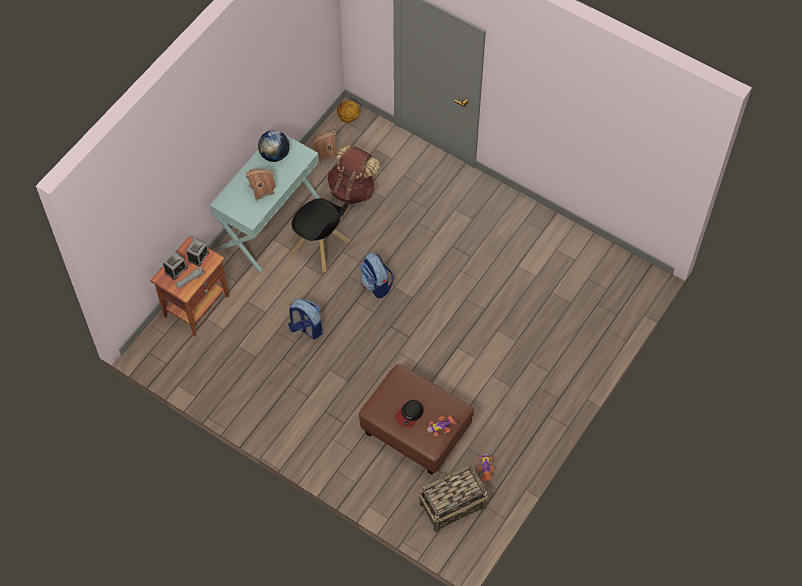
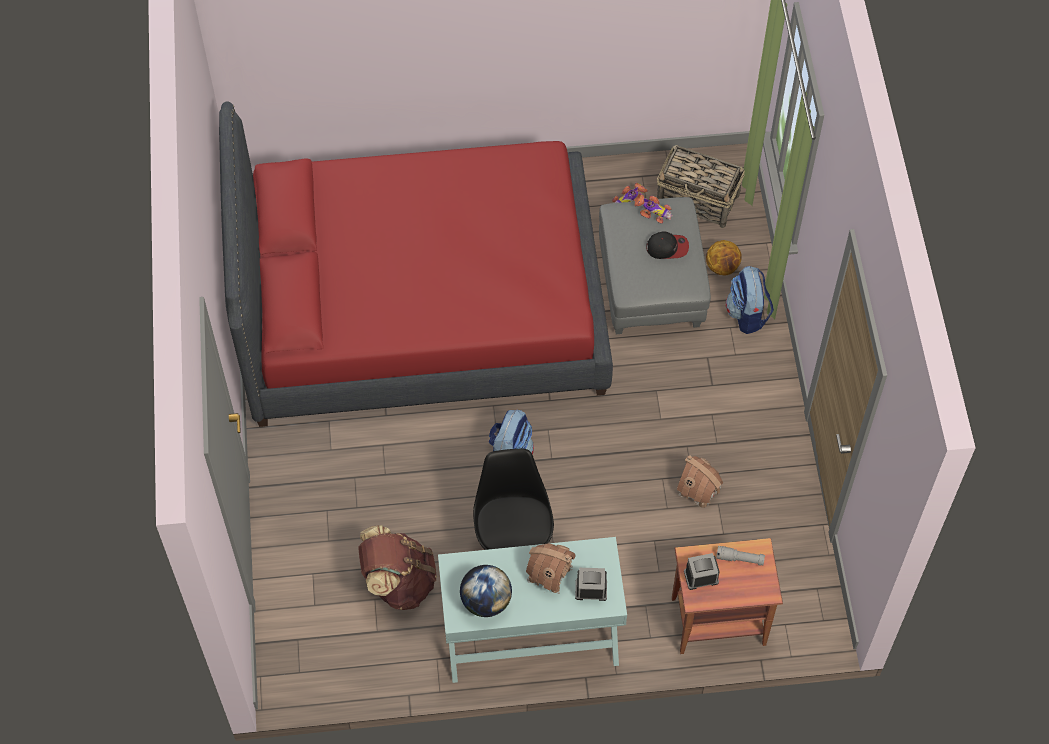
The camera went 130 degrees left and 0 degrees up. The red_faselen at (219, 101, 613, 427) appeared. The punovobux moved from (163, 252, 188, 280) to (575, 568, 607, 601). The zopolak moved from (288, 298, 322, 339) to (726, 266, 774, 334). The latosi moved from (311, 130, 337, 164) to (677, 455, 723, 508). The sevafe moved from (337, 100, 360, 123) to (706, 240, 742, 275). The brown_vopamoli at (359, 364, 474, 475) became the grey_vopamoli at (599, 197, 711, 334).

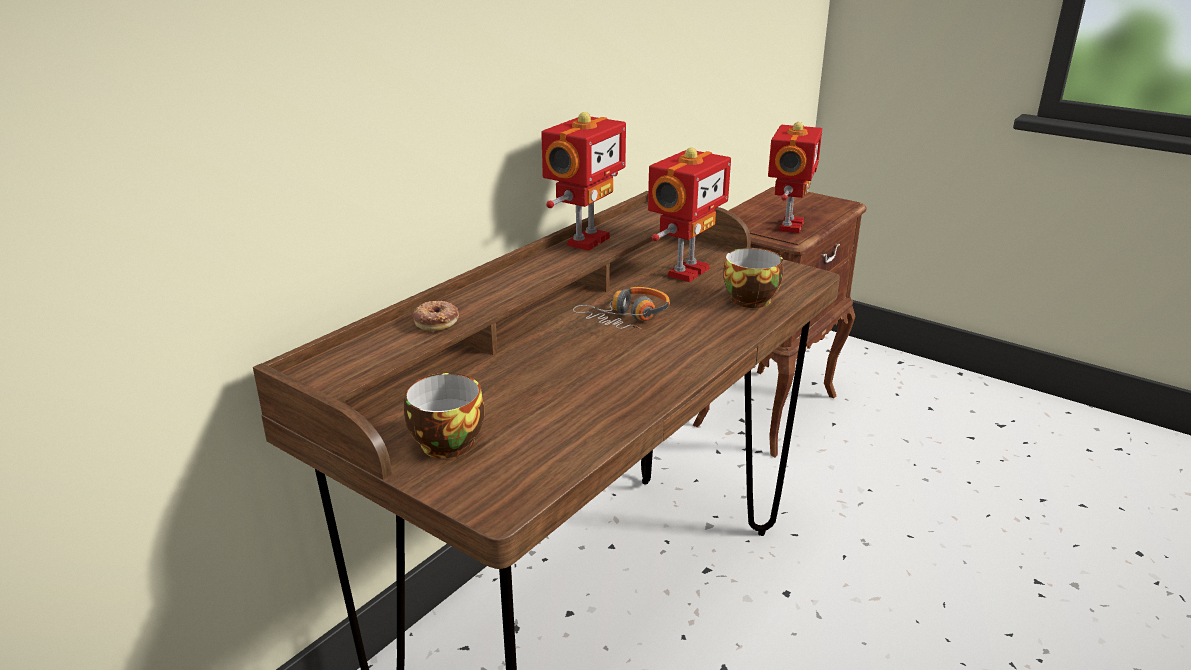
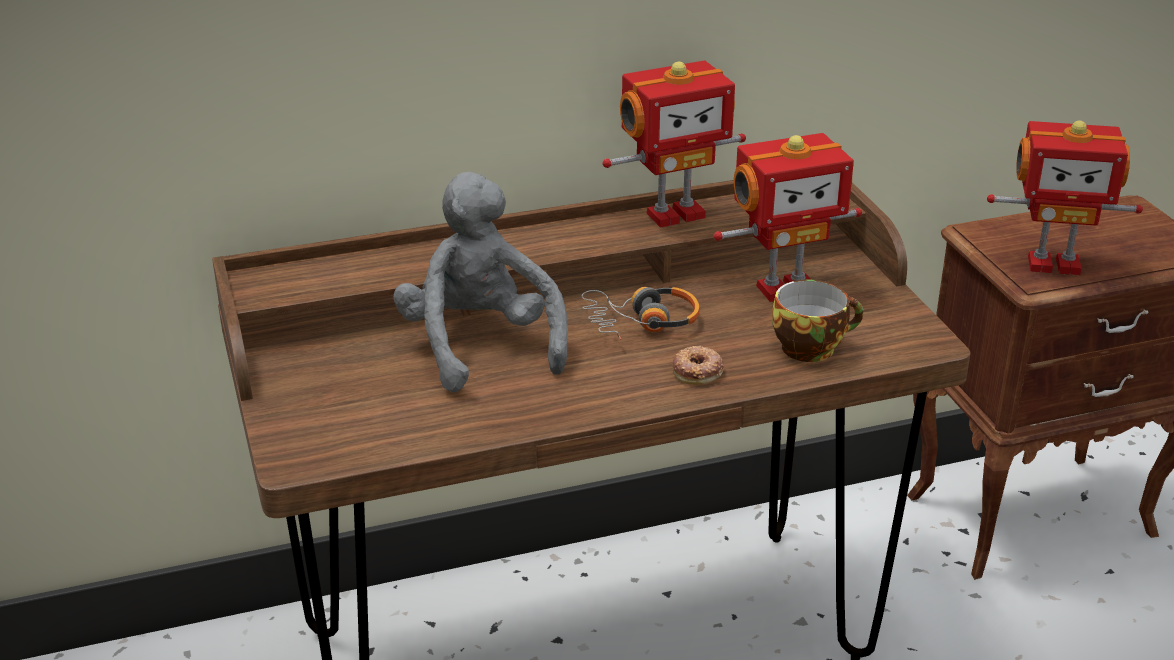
The camera went 35 degrees right and 5 degrees up. The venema at (404, 373, 484, 458) disappeared. The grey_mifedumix at (393, 172, 568, 392) appeared. The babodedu moved from (413, 301, 459, 331) to (672, 346, 724, 385). The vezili at (768, 122, 822, 233) turned 45 degrees clockwise.

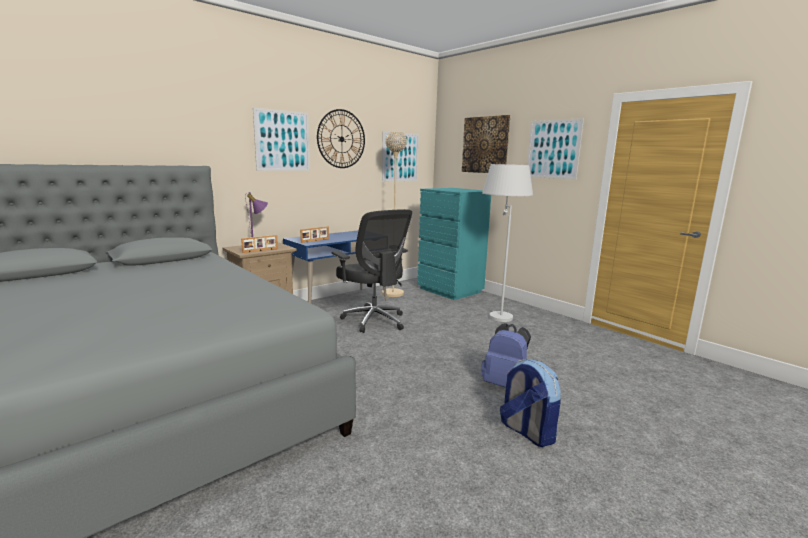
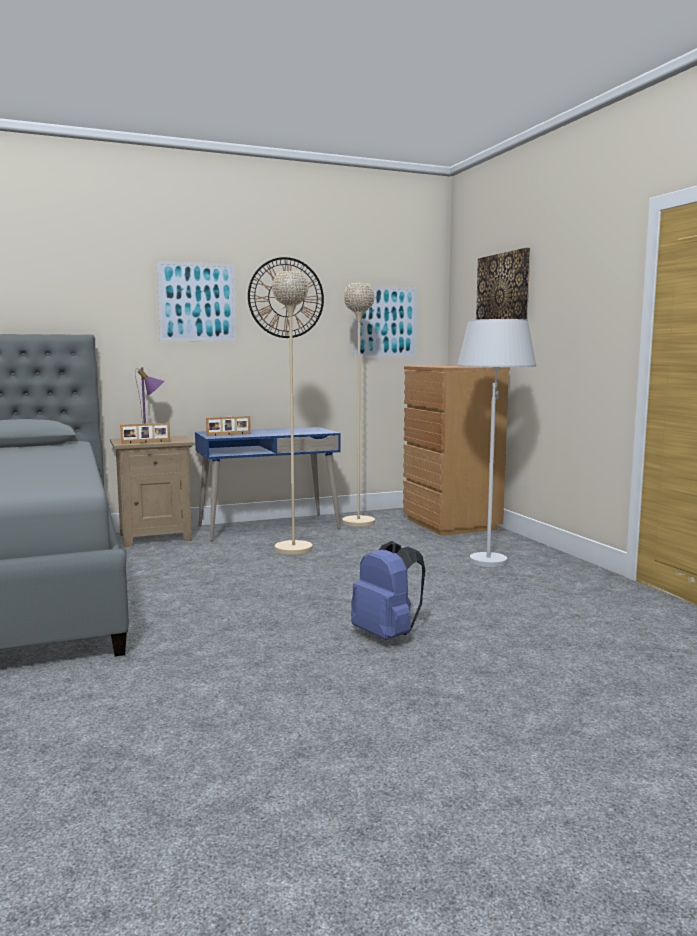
The camera went 20 degrees right and 5 degrees down. The zopolak at (500, 359, 561, 447) disappeared. The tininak at (527, 118, 584, 180) disappeared. The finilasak at (331, 209, 412, 333) was replaced by the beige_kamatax at (272, 271, 313, 555). The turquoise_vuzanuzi at (417, 188, 491, 300) became the brown_vuzanuzi at (403, 366, 510, 536).

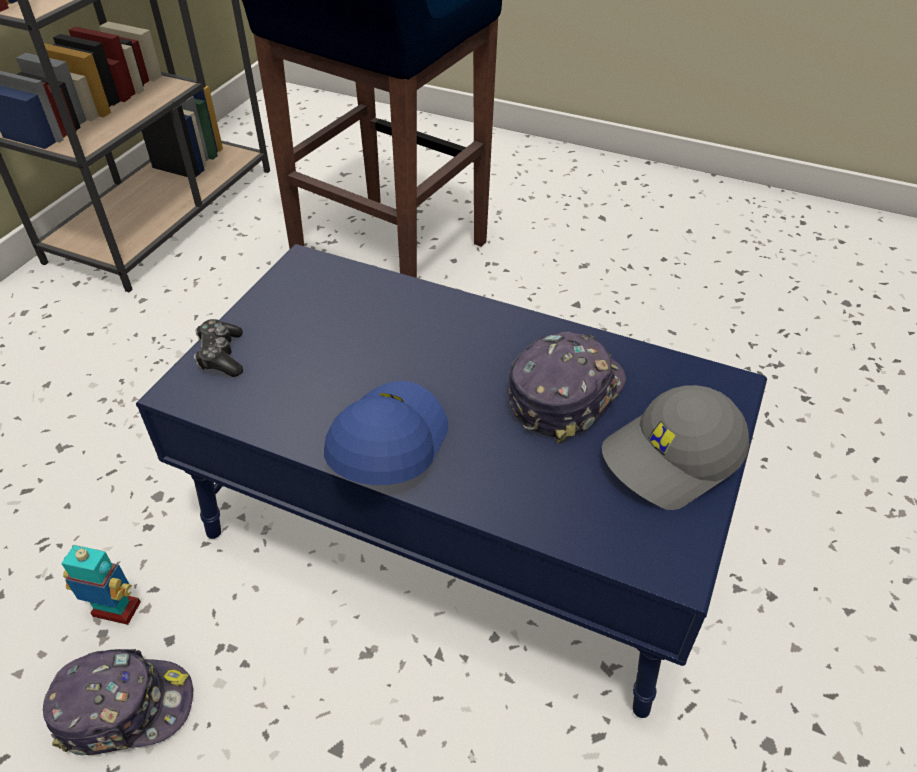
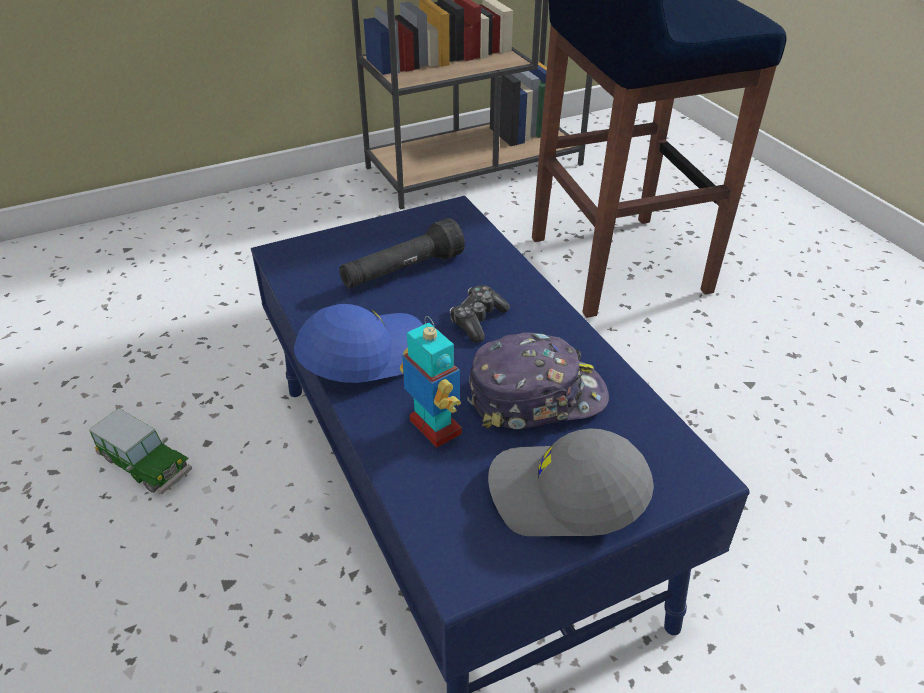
The camera went 40 degrees right and 5 degrees down. The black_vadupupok at (339, 218, 465, 288) appeared. The vezili moved from (61, 545, 141, 625) to (400, 316, 462, 448). The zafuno moved from (194, 319, 243, 377) to (450, 285, 510, 343). The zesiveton at (43, 649, 193, 755) was replaced by the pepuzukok at (89, 408, 192, 494).

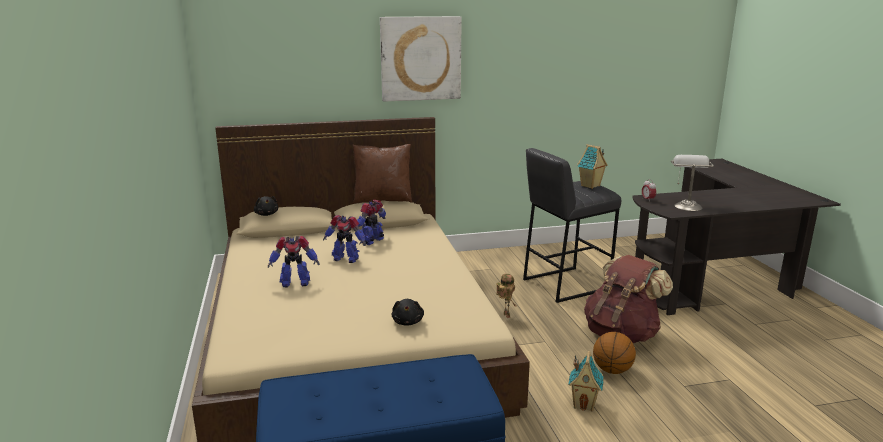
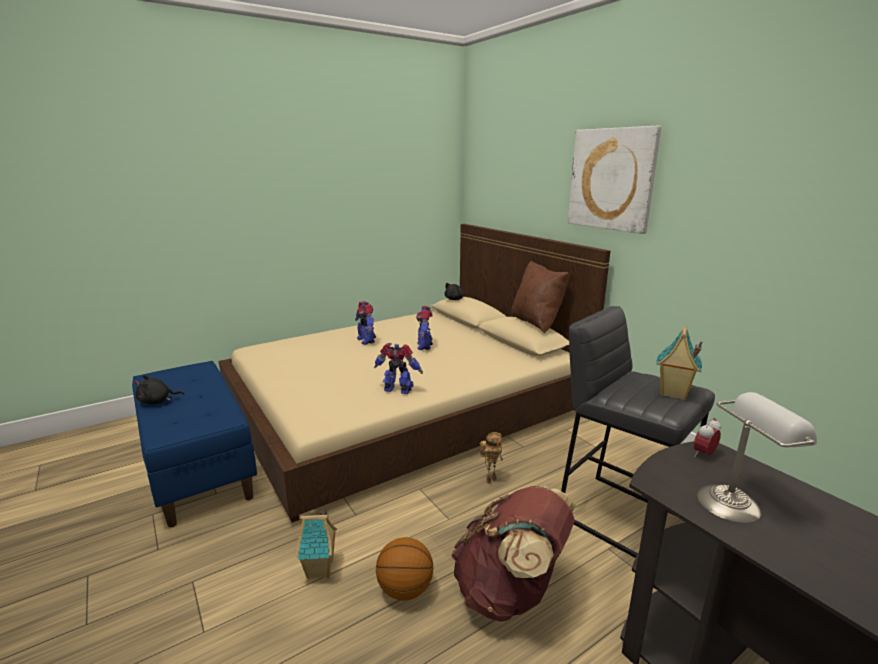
The camera went 70 degrees right and 0 degrees up. The vezili moved from (357, 200, 386, 245) to (374, 343, 423, 394). The black_mifedumix moved from (391, 299, 424, 326) to (134, 375, 185, 404).

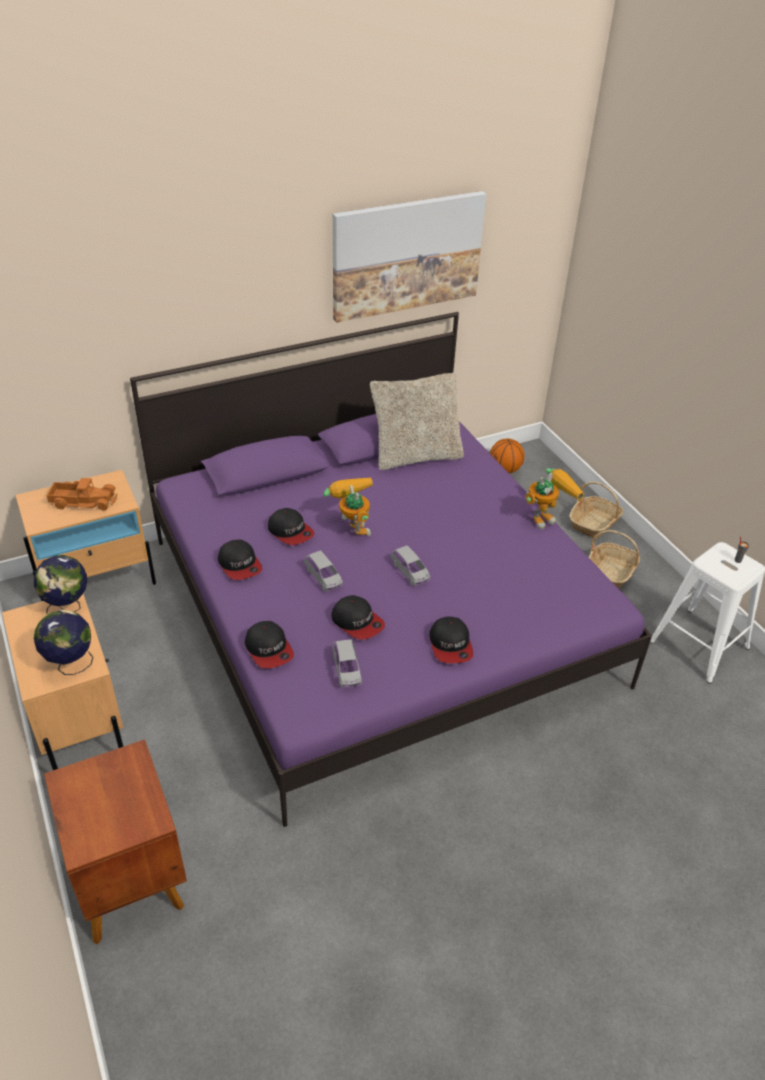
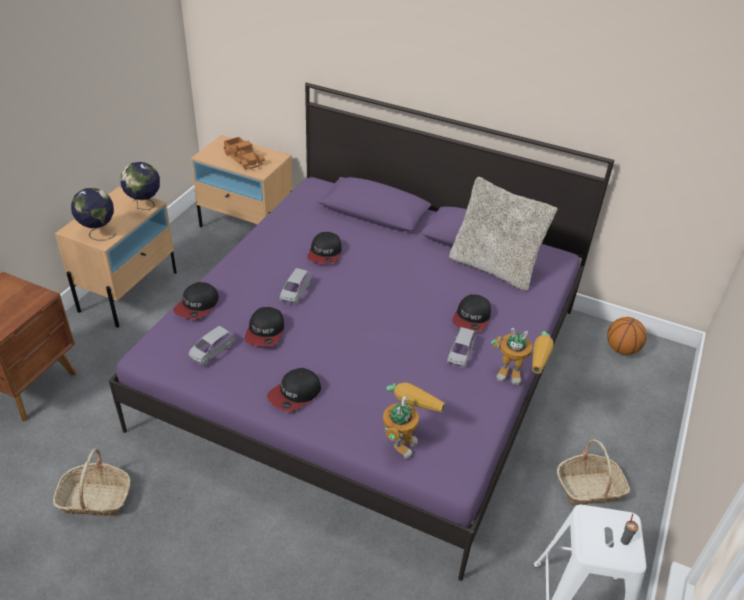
The camera went 50 degrees right and 0 degrees up. The tininak at (333, 191, 486, 323) disappeared. The zesiveton moved from (218, 539, 262, 580) to (453, 294, 491, 332). The vezili moved from (323, 478, 373, 536) to (383, 382, 445, 459). The grey_pepuzukok moved from (390, 545, 430, 586) to (447, 327, 477, 368). The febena moved from (569, 481, 624, 538) to (53, 448, 131, 516).

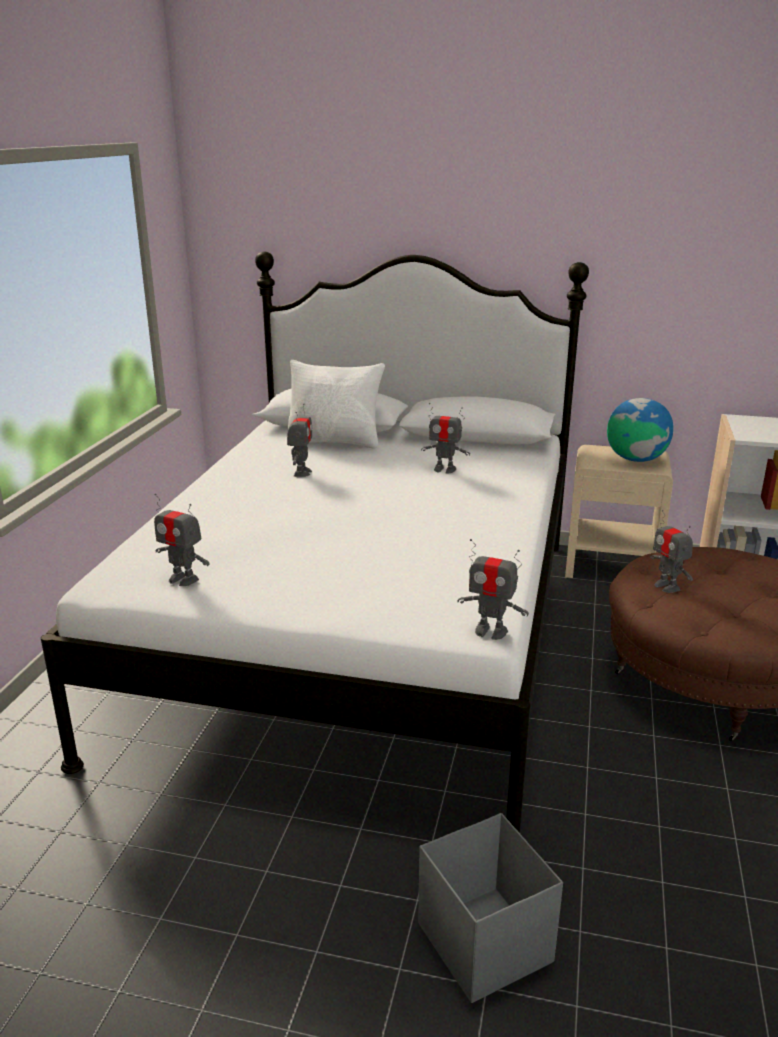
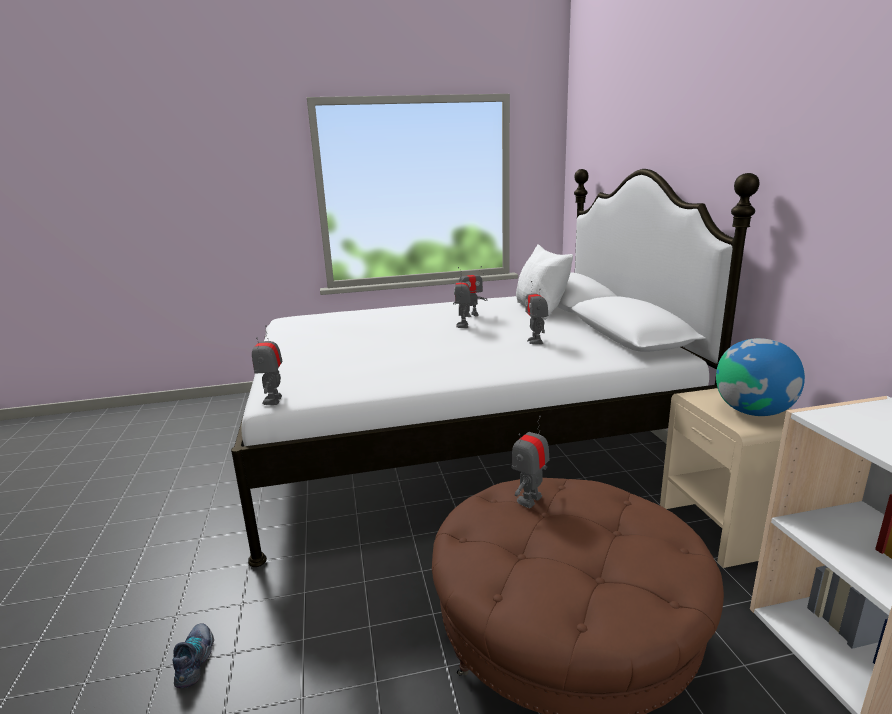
The camera went 65 degrees right and 5 degrees down. The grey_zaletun at (418, 813, 563, 1003) disappeared. The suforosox at (172, 624, 214, 689) appeared. The vezili moved from (154, 494, 209, 586) to (454, 271, 471, 328).

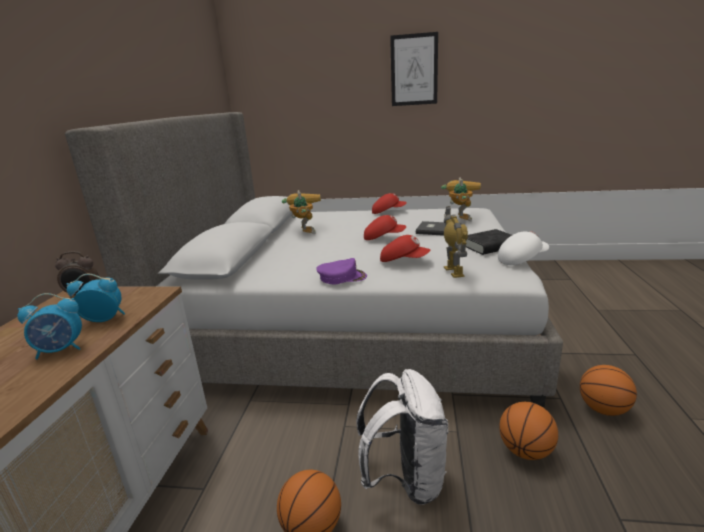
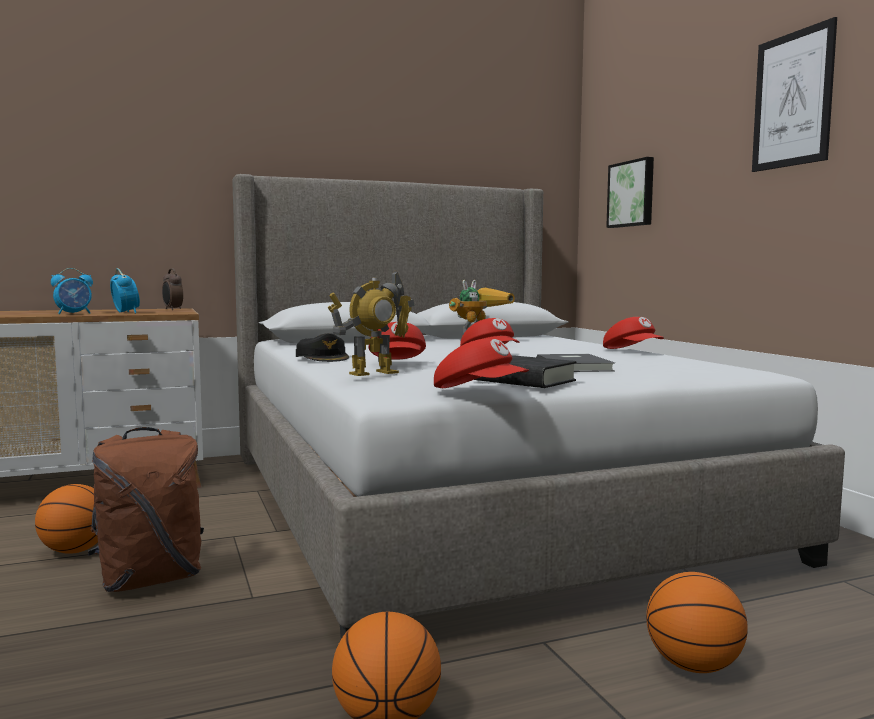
The camera went 60 degrees right and 15 degrees down. The vezili at (441, 177, 481, 222) disappeared. The tininak at (606, 157, 654, 228) appeared. The sevafe moved from (499, 402, 558, 460) to (646, 572, 748, 673). The purple_zesiveton at (316, 258, 367, 284) became the black_zesiveton at (296, 333, 349, 362). The white_zopolak at (356, 369, 448, 505) became the brown_zopolak at (88, 427, 204, 592). The white_zesiveton at (498, 231, 549, 265) became the red_zesiveton at (434, 339, 529, 388). The punovobux at (17, 293, 82, 359) turned 75 degrees counterclockwise.

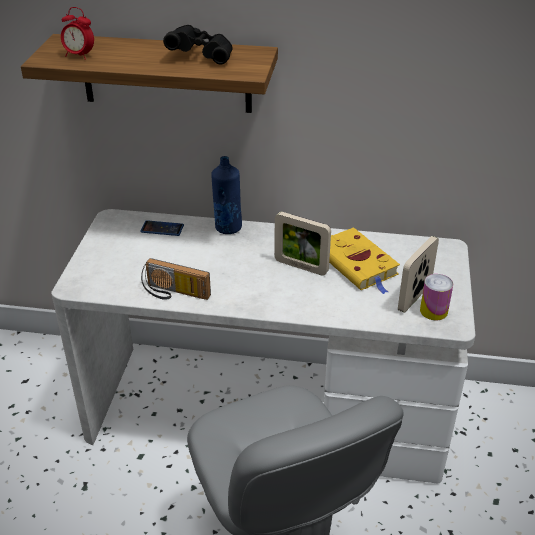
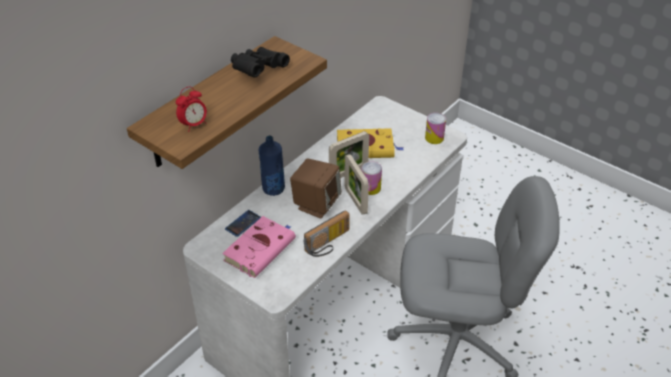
The camera went 60 degrees left and 5 degrees up. The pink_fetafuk at (222, 216, 296, 278) appeared. The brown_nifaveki at (290, 158, 342, 219) appeared. The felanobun at (361, 161, 382, 195) appeared. The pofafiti moved from (398, 236, 439, 313) to (344, 154, 369, 215).

